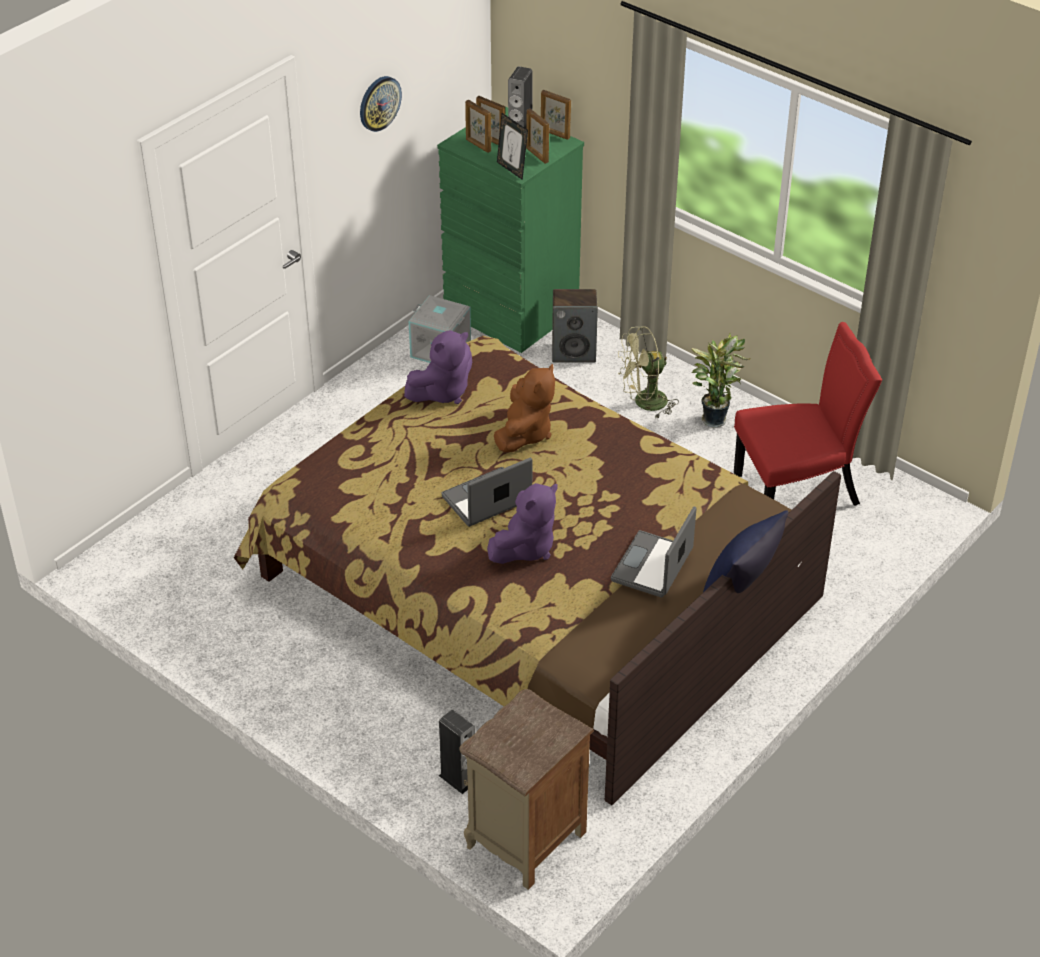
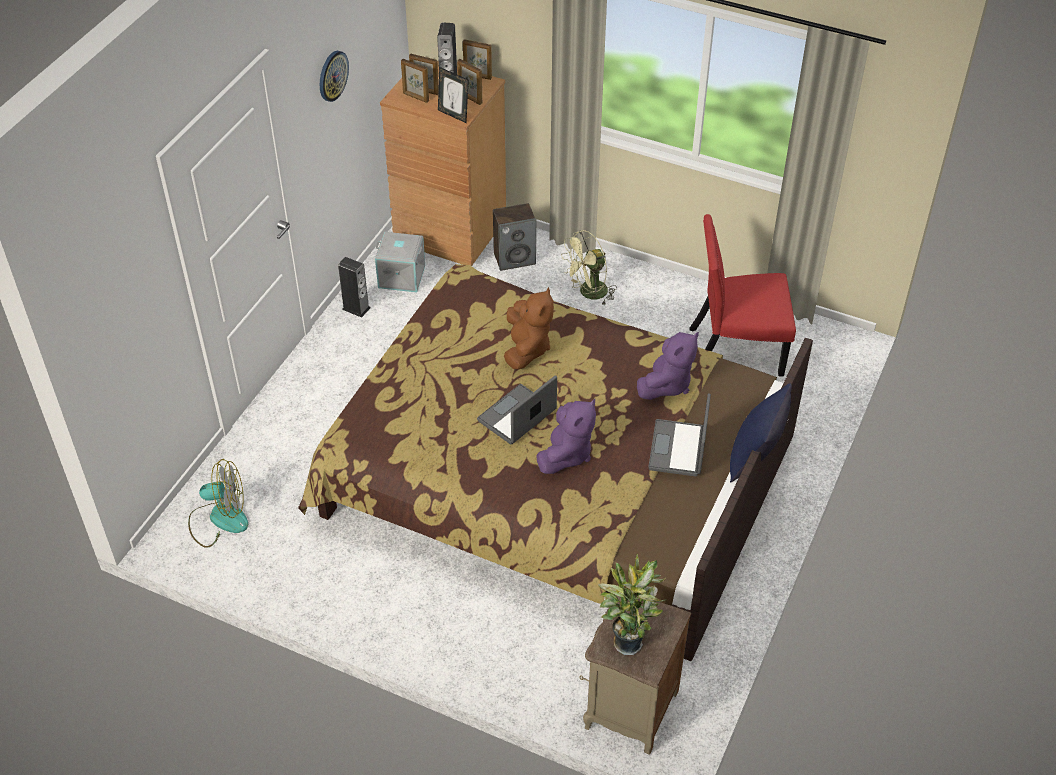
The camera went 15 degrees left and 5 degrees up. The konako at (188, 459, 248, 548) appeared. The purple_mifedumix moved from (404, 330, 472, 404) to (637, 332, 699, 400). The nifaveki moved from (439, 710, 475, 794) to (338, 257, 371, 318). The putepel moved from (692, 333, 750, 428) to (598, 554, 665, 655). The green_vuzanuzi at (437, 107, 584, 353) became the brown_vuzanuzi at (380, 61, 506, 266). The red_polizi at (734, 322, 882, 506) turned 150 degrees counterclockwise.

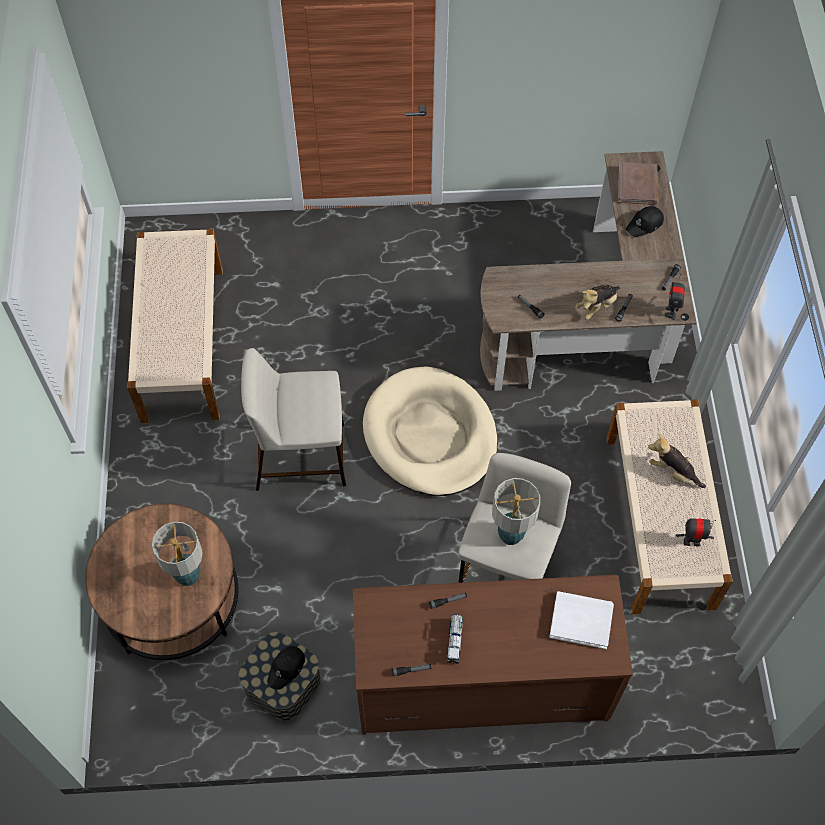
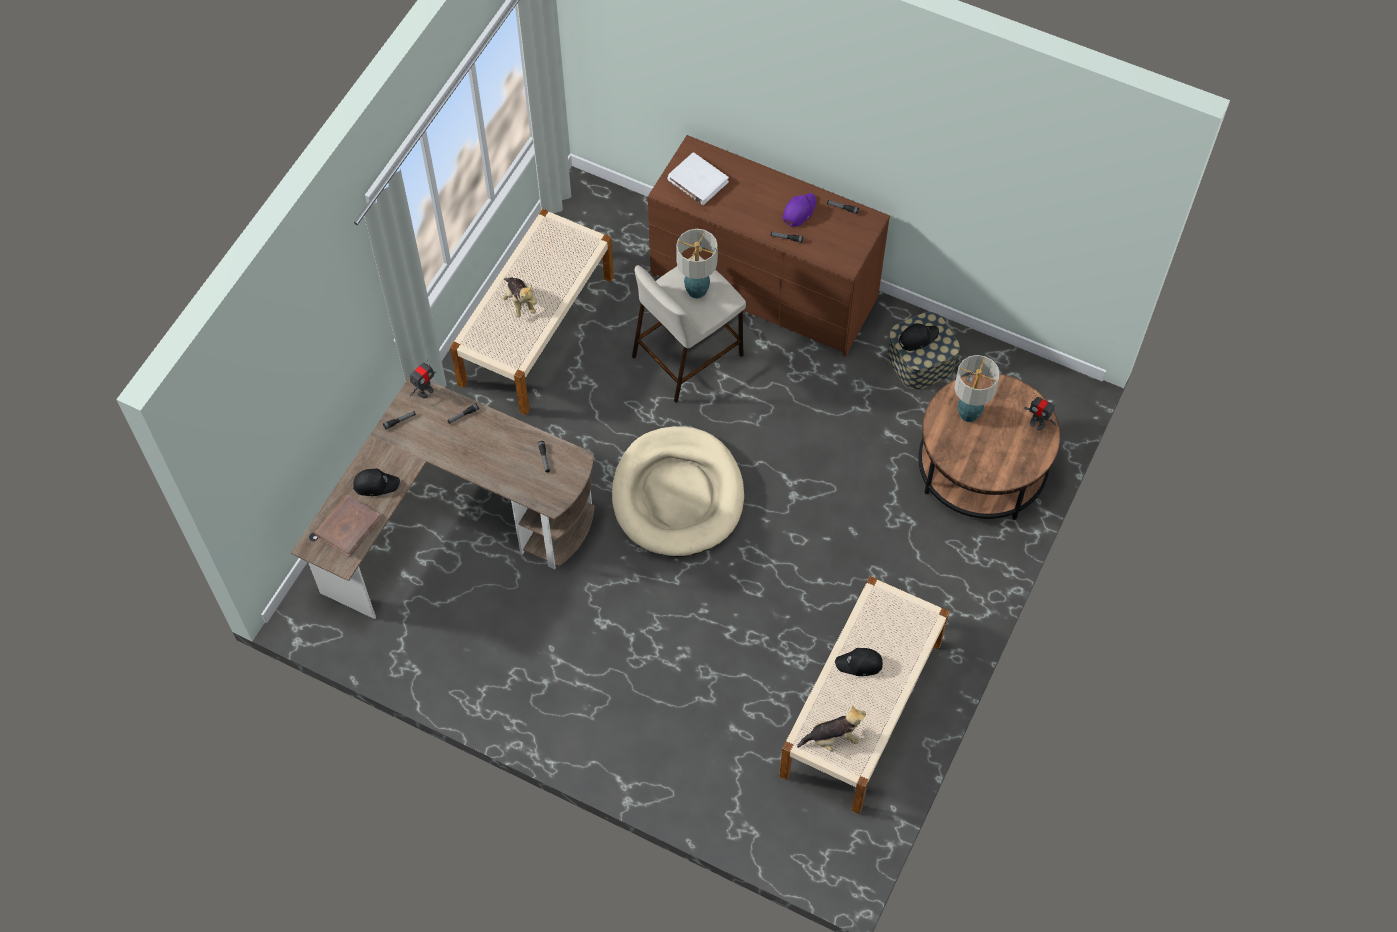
The camera went 150 degrees left and 0 degrees up. The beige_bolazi at (241, 348, 346, 491) disappeared. The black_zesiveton at (835, 648, 883, 676) appeared. The mifedumix moved from (576, 285, 620, 320) to (797, 705, 866, 752). The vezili moved from (676, 518, 716, 546) to (1024, 393, 1056, 430). The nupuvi at (447, 614, 463, 664) was replaced by the purple_zesiveton at (783, 193, 816, 227).

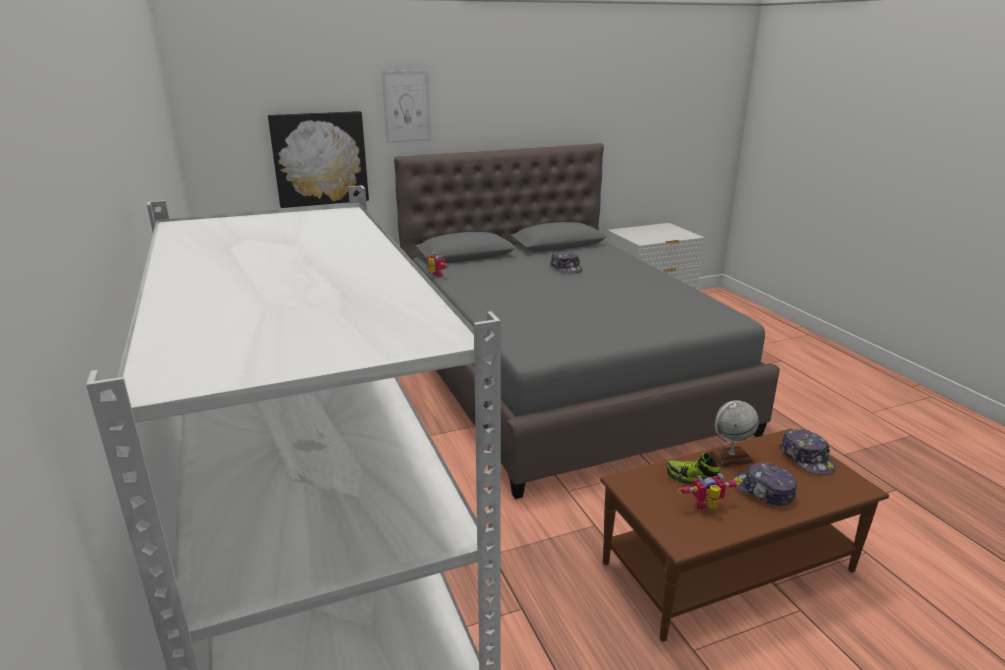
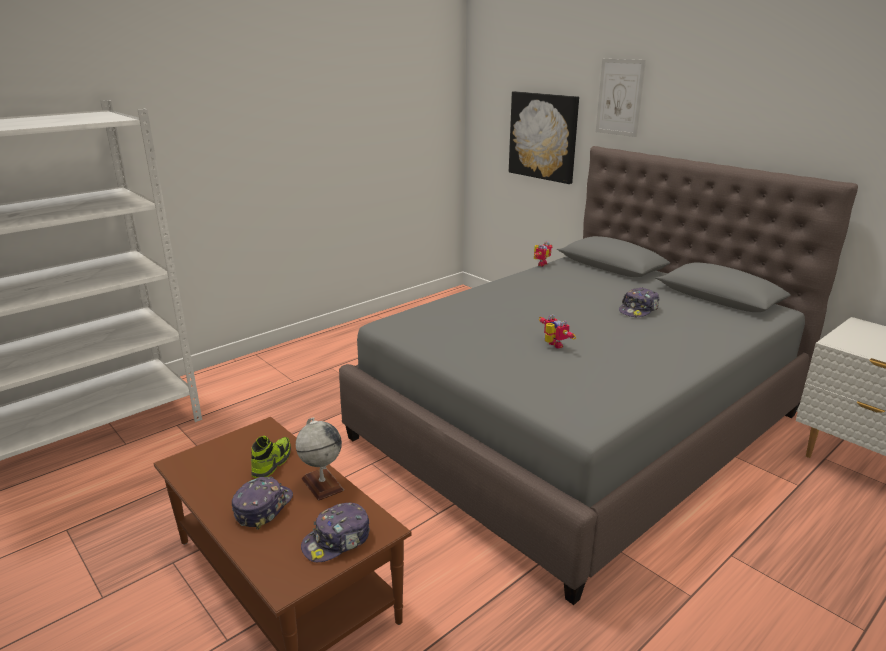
The camera went 70 degrees right and 0 degrees up. The vezili moved from (677, 473, 740, 510) to (539, 314, 576, 349).

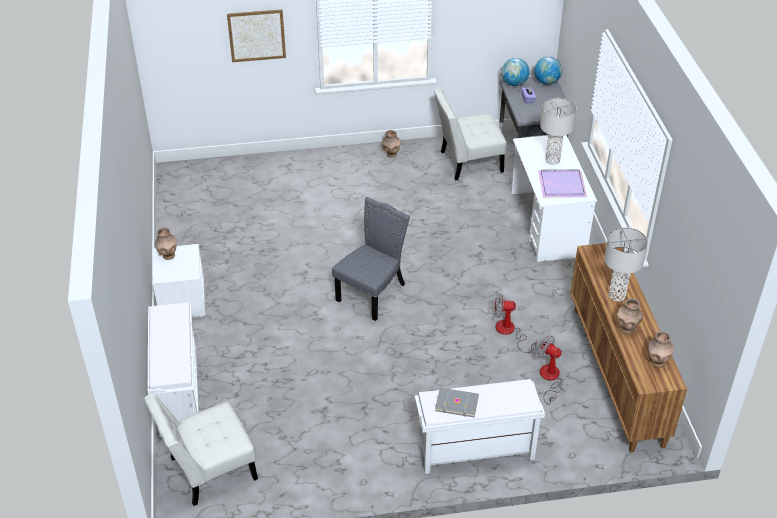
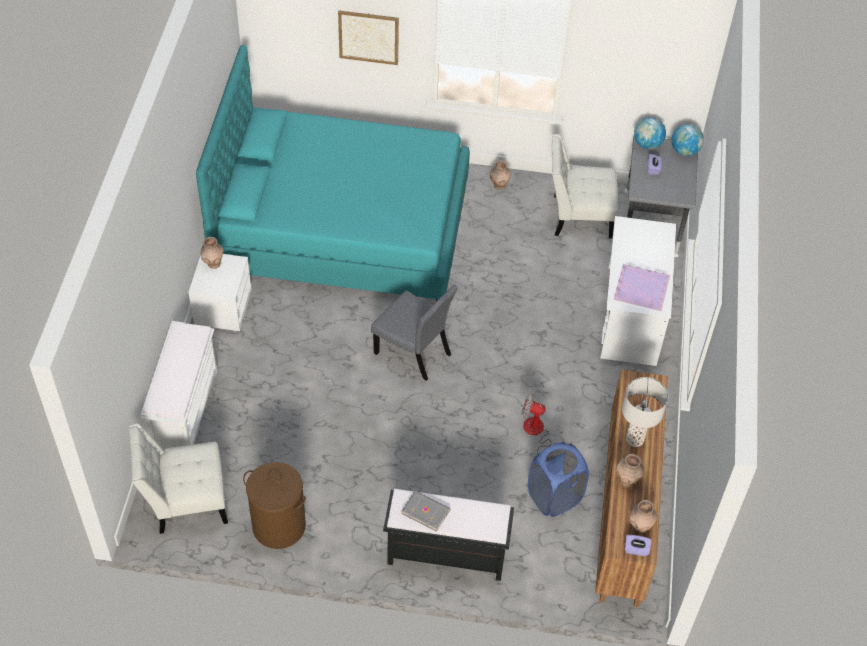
The camera went 15 degrees right and 10 degrees up. The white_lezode at (540, 98, 577, 165) disappeared. The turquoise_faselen at (196, 45, 470, 301) appeared. The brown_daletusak at (243, 462, 306, 549) appeared. The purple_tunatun at (625, 535, 652, 556) appeared. The konako at (537, 336, 562, 405) was replaced by the blue_daletusak at (528, 442, 589, 517). The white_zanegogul at (415, 379, 545, 474) became the black_zanegogul at (383, 489, 514, 581). The grey_polizi at (332, 197, 410, 321) turned 75 degrees clockwise.

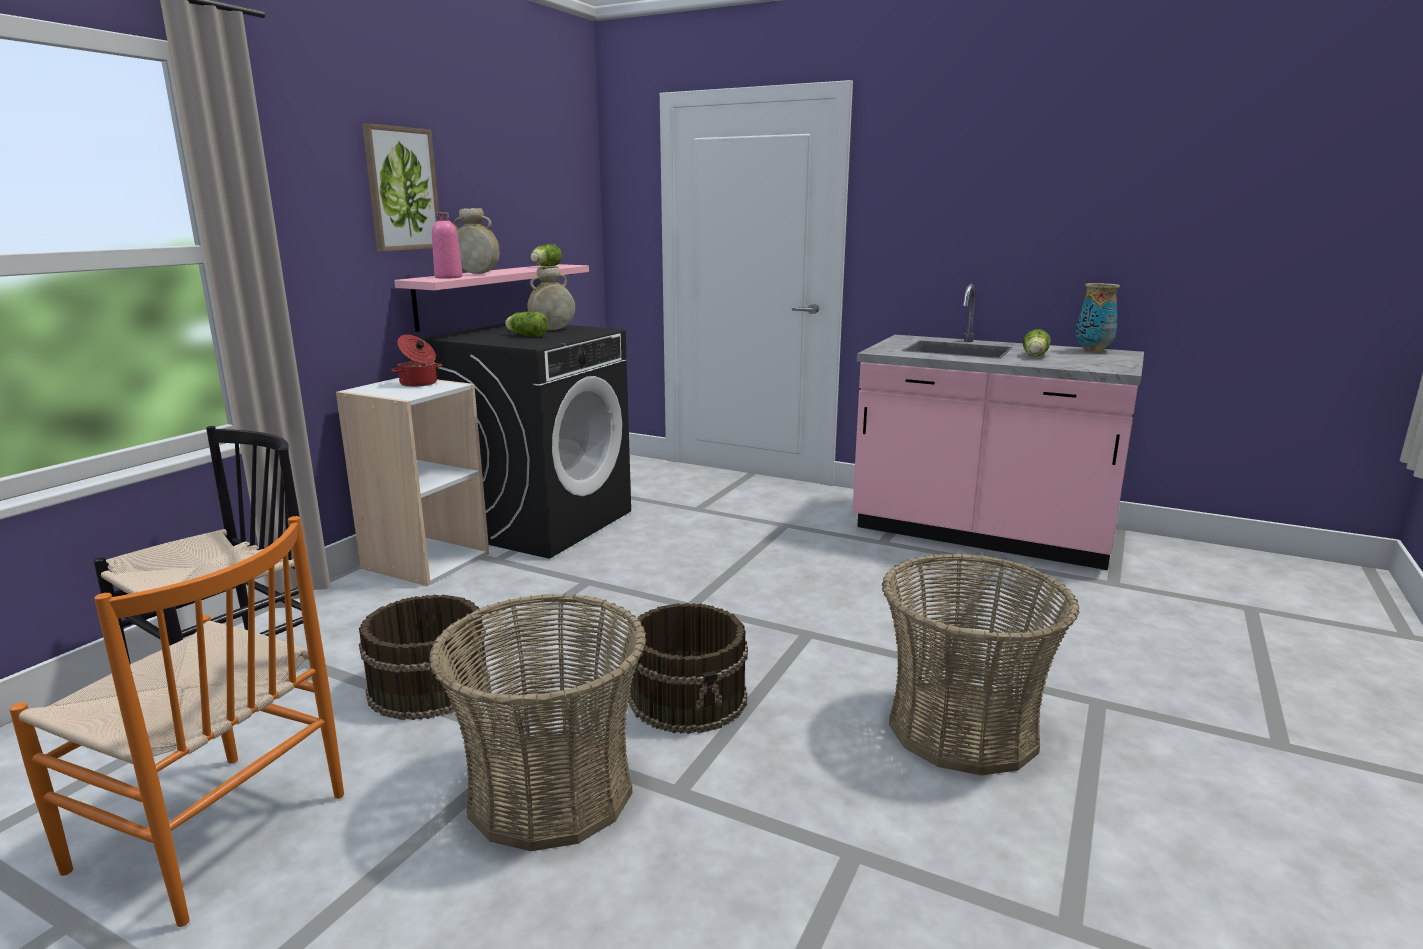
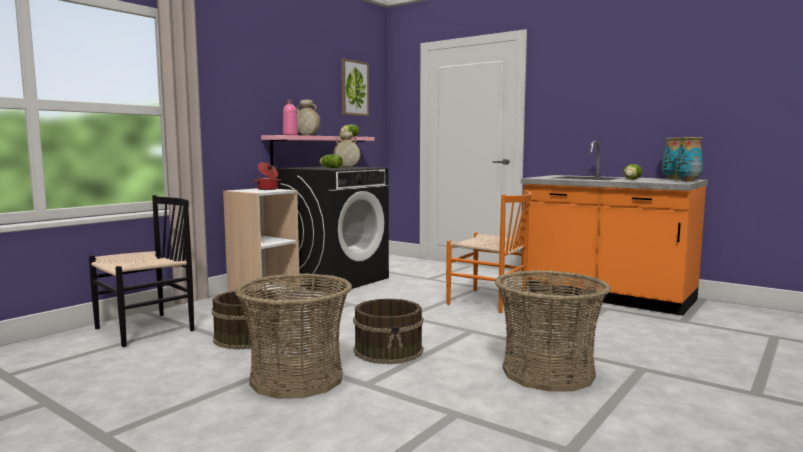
The camera went 10 degrees right and 10 degrees down. The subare at (675, 137, 703, 181) appeared. The orange_polizi moved from (9, 516, 344, 927) to (446, 190, 532, 313). The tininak moved from (362, 123, 439, 251) to (341, 58, 369, 116). The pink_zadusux at (852, 284, 1144, 570) became the orange_zadusux at (521, 141, 708, 316).

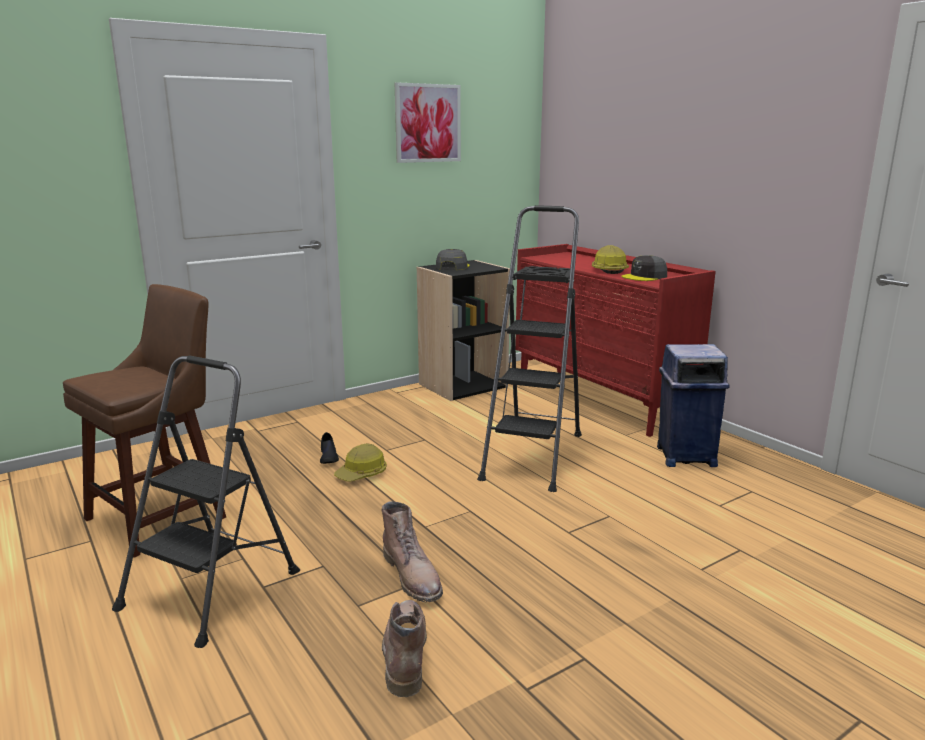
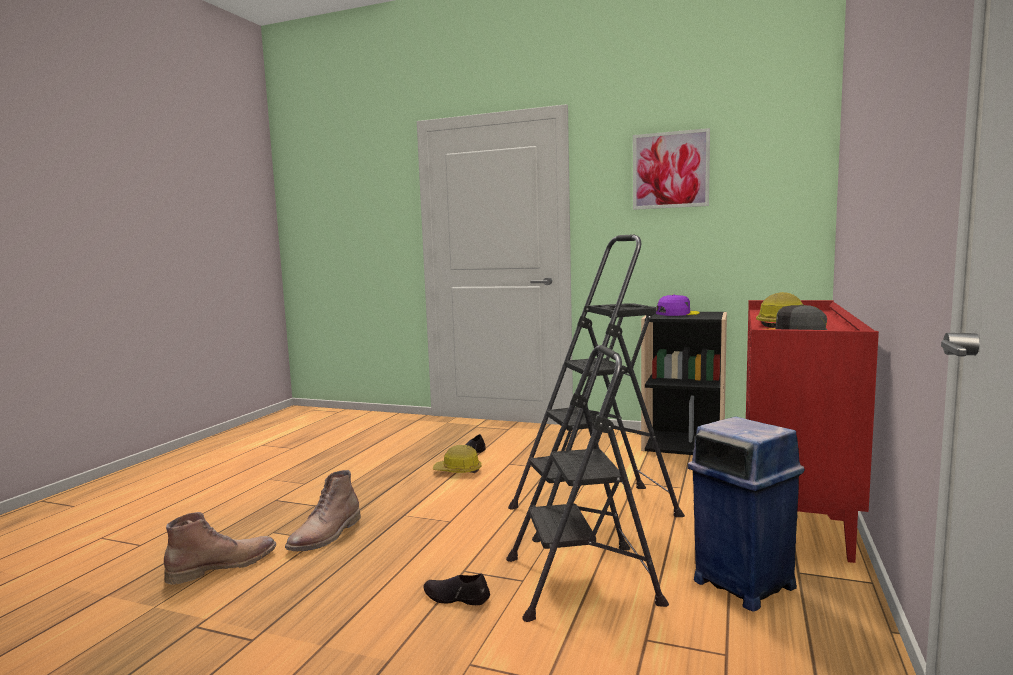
The camera went 55 degrees right and 10 degrees down. The brown_polizi at (63, 284, 226, 558) disappeared. The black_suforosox at (423, 574, 490, 605) appeared. The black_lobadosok moved from (112, 355, 300, 648) to (506, 345, 669, 622). The grey_zesiveton at (436, 249, 470, 270) became the purple_zesiveton at (656, 294, 700, 316).

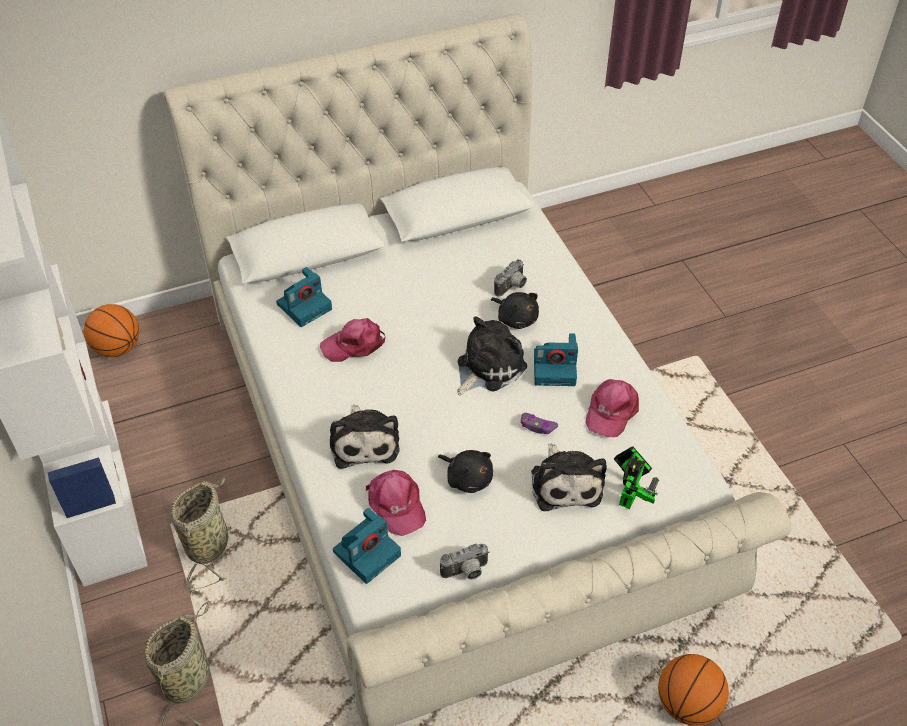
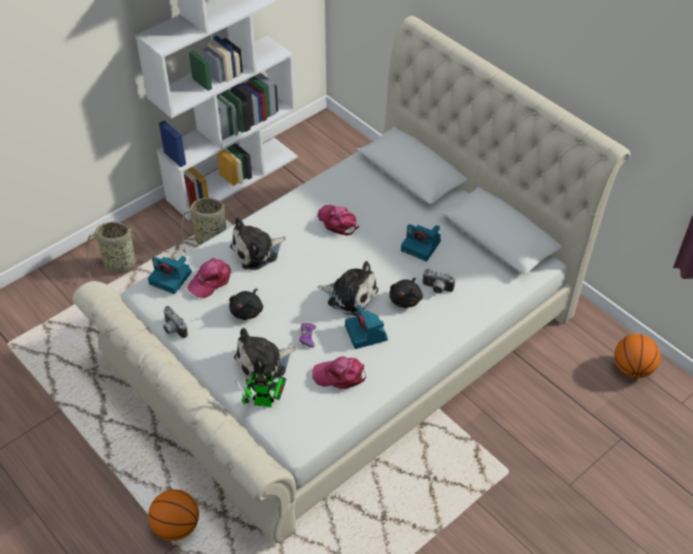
The camera went 70 degrees right and 0 degrees up. The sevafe moved from (84, 304, 139, 357) to (614, 334, 660, 378). The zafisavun moved from (276, 267, 332, 327) to (401, 224, 441, 262).

